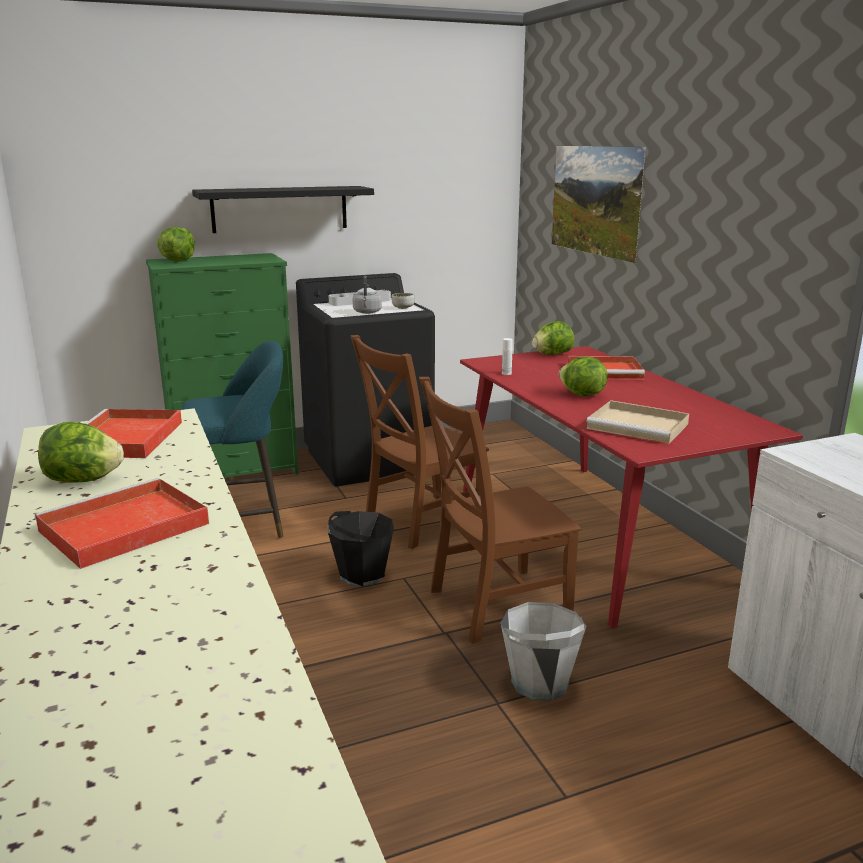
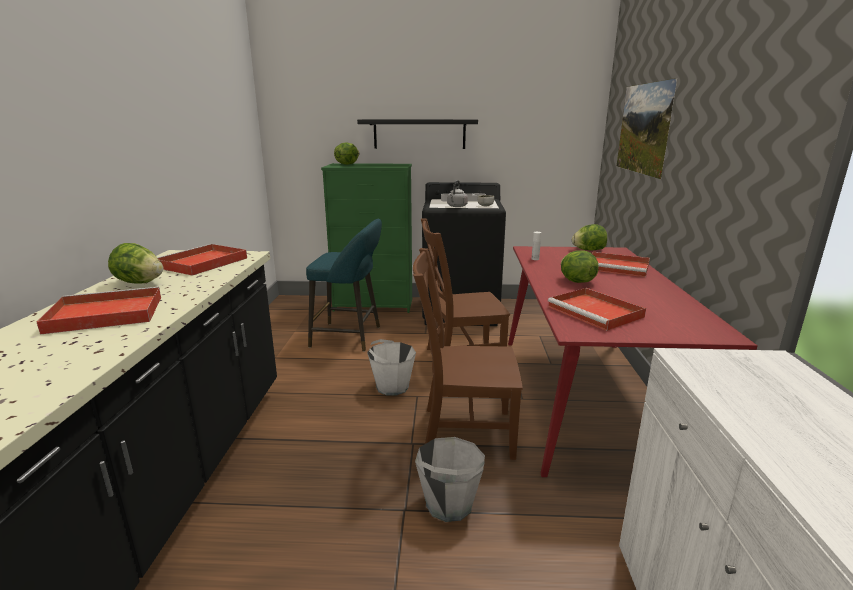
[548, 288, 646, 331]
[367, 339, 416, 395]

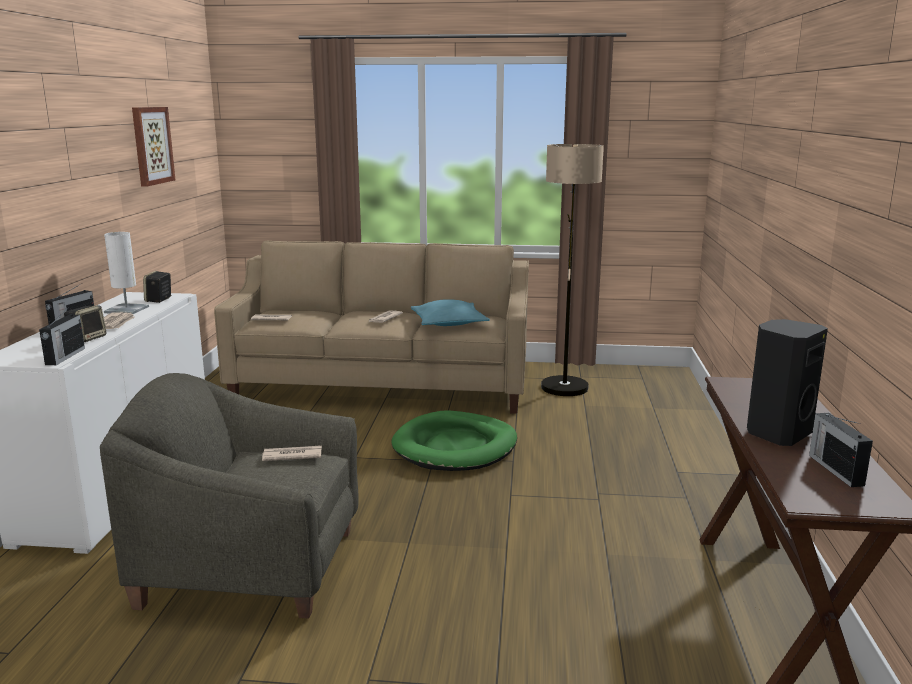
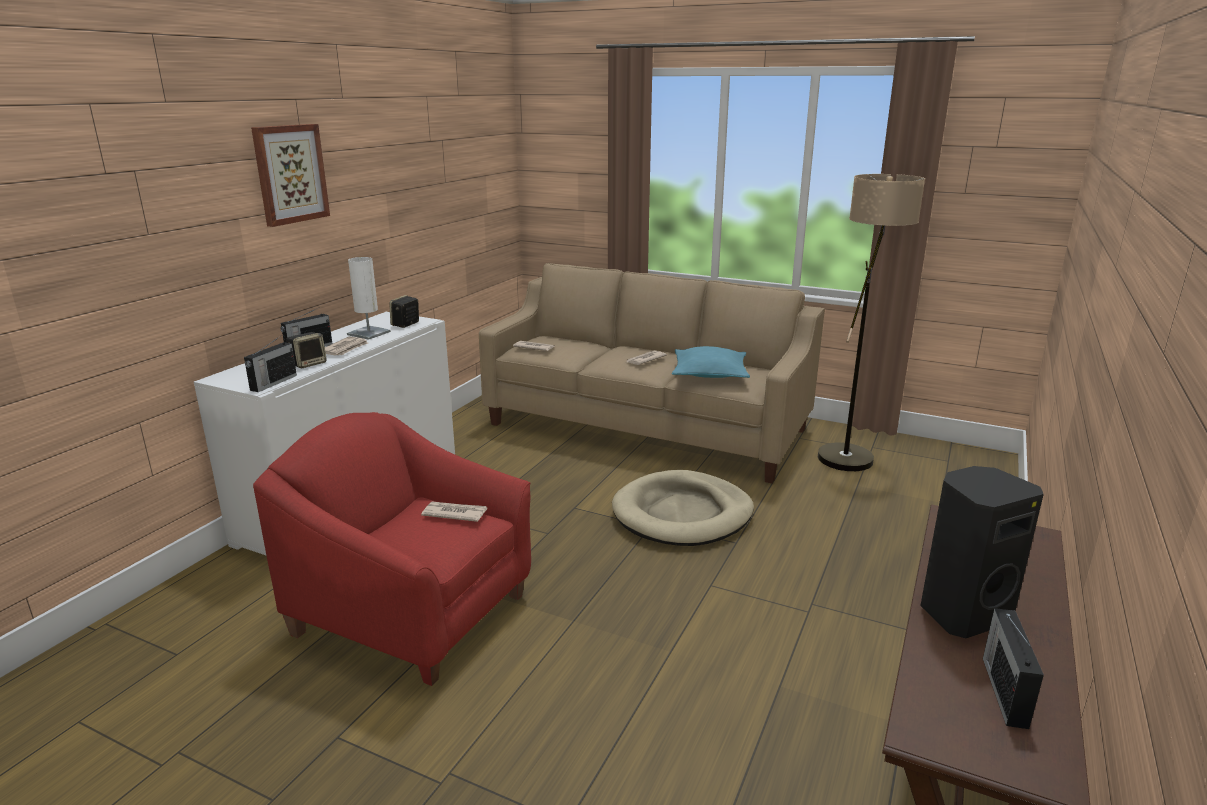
[251, 124, 330, 227]
[253, 412, 531, 686]
[612, 470, 754, 546]

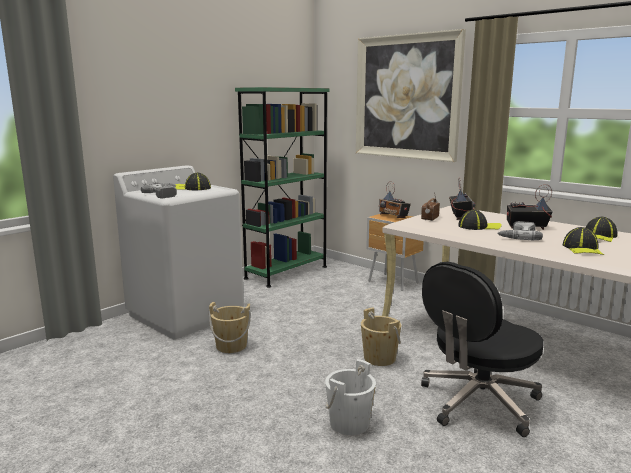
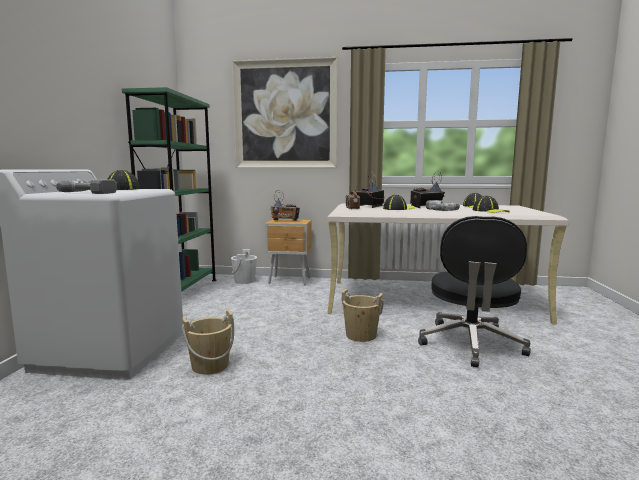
[231, 249, 257, 284]

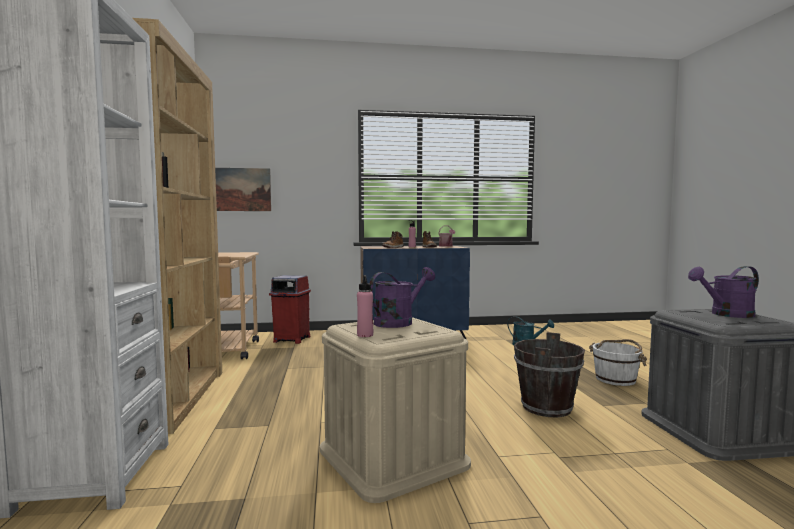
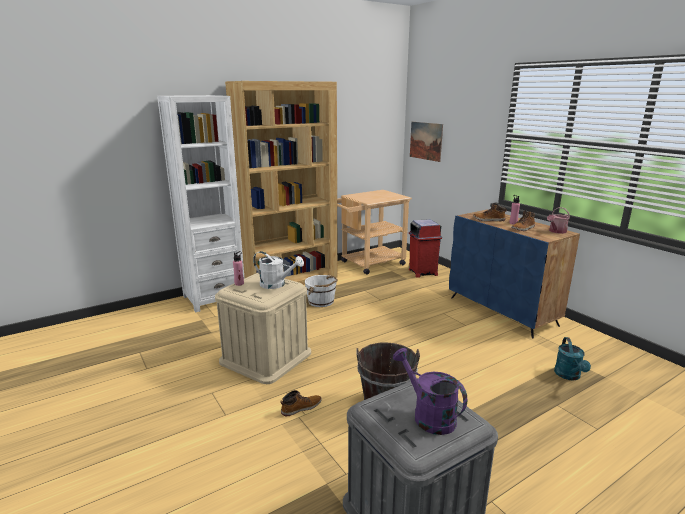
[253, 251, 304, 289]
[305, 275, 338, 307]
[280, 390, 322, 416]

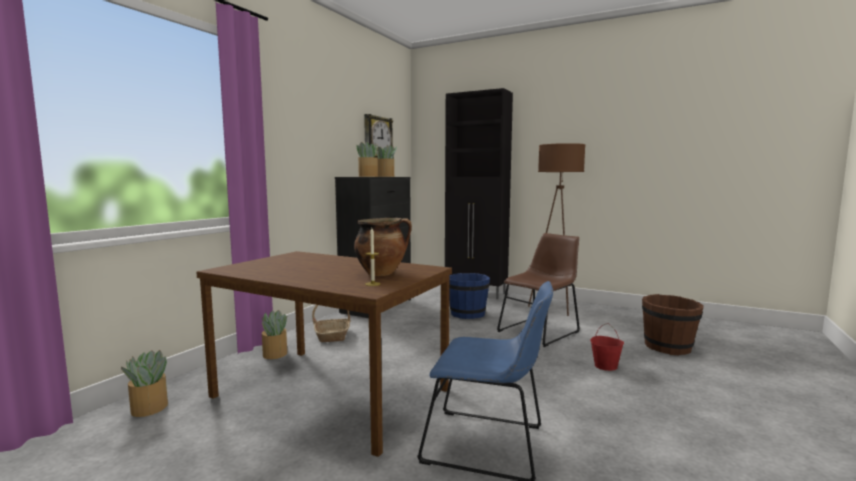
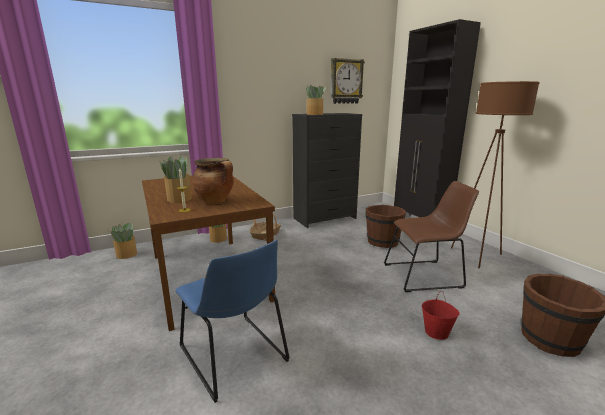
[160, 155, 192, 203]
[366, 205, 406, 248]

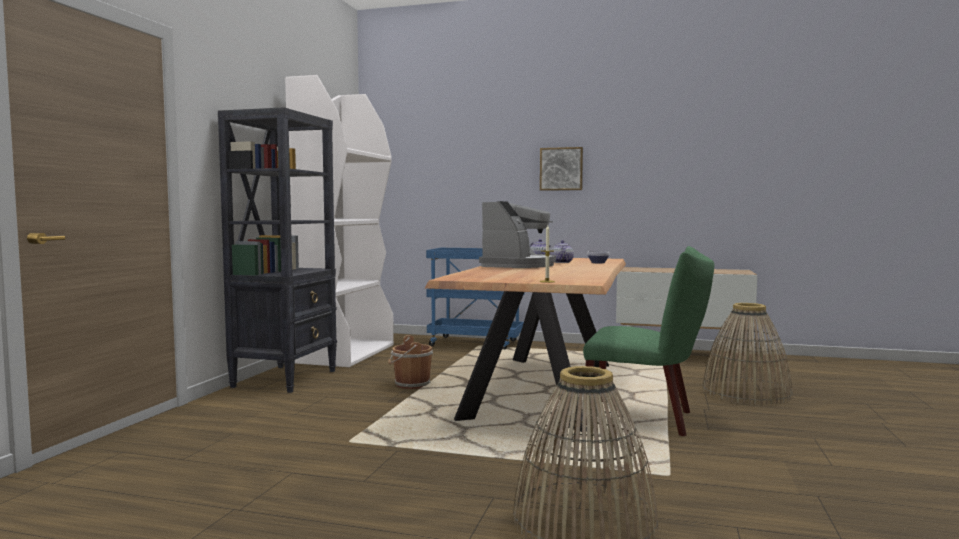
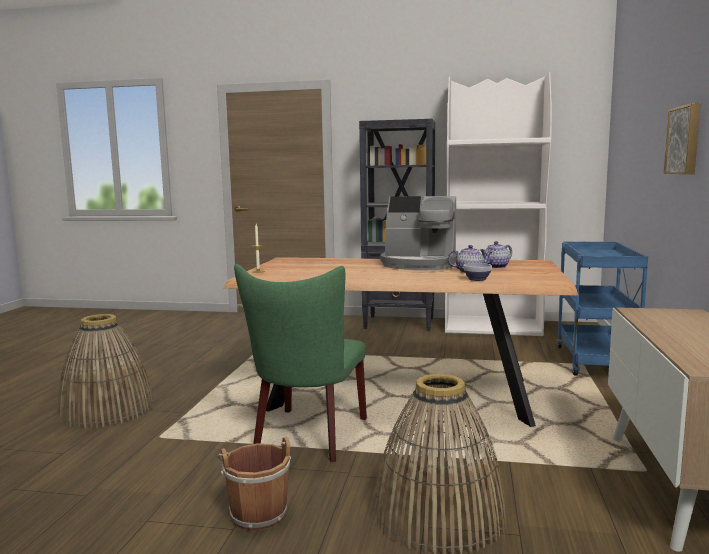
[217, 437, 291, 531]

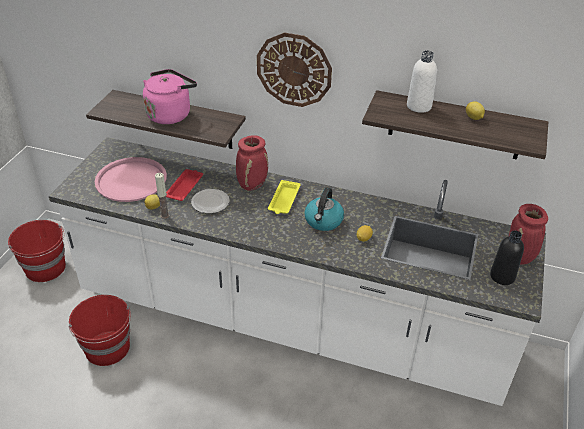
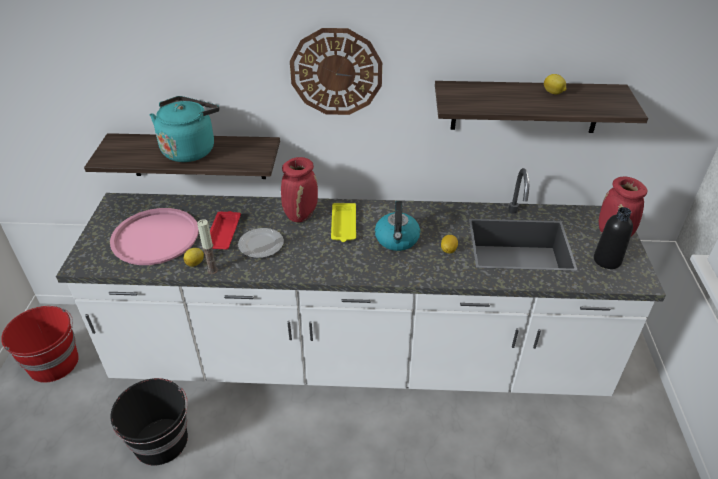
[407, 50, 437, 113] (first image)
[150, 96, 219, 162]
[110, 378, 188, 466]

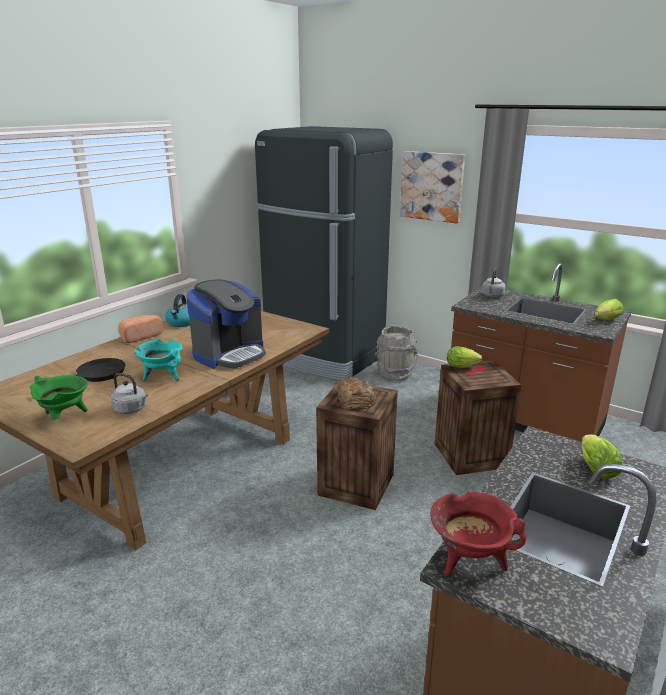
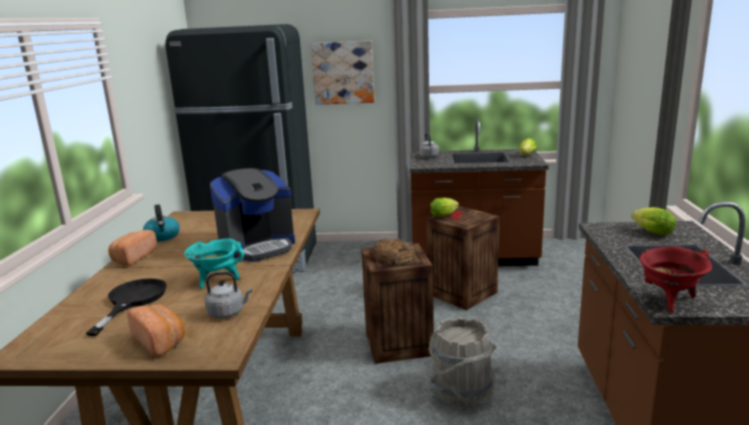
[210, 168, 295, 262]
[429, 317, 496, 407]
[127, 304, 185, 356]

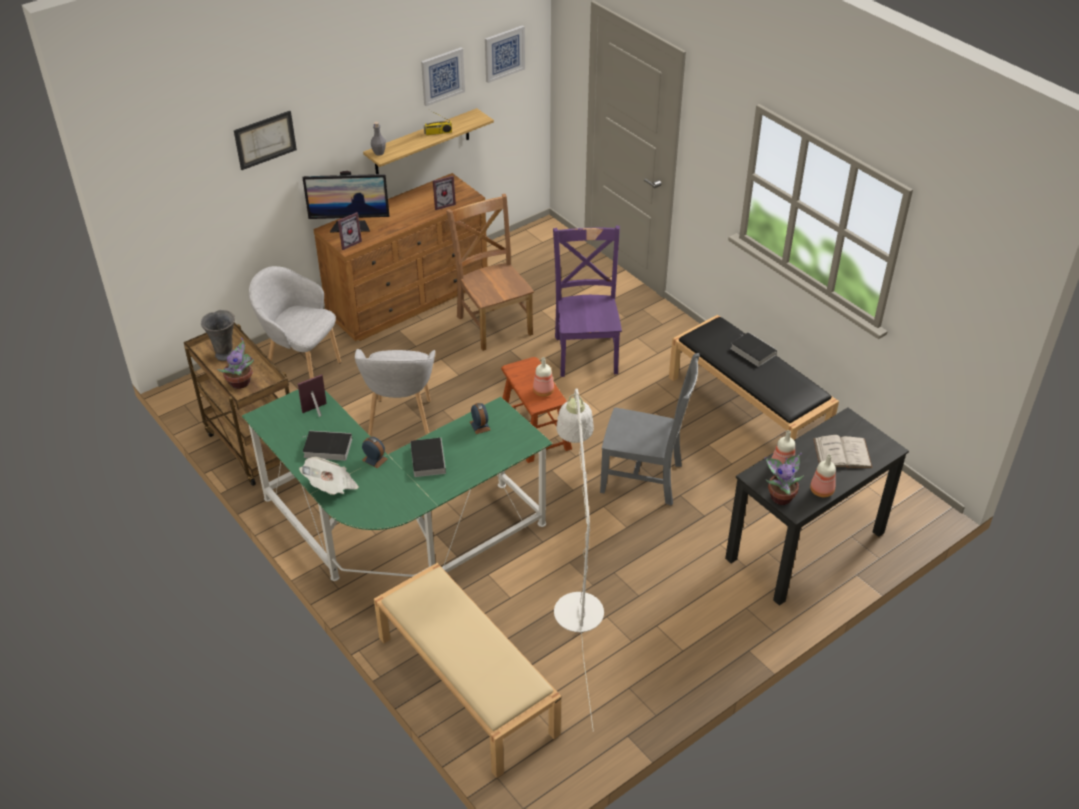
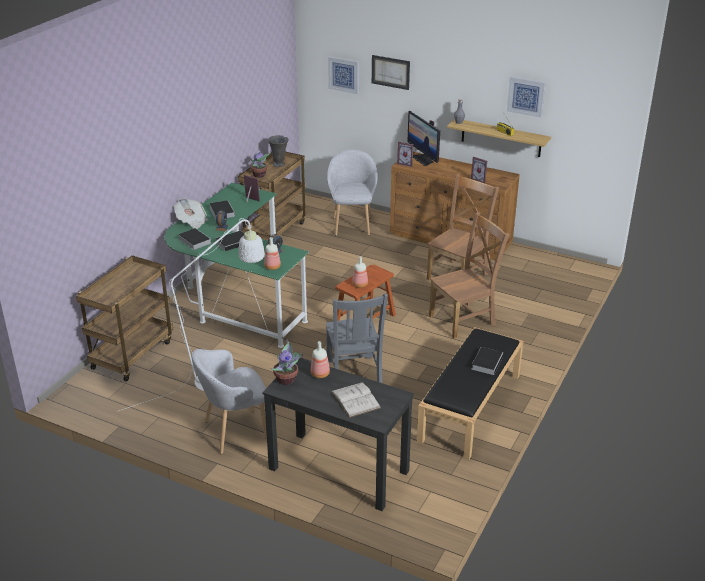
[328, 56, 359, 94]
[429, 212, 510, 339]
[192, 349, 267, 454]
[264, 237, 281, 270]
[76, 255, 173, 381]
[178, 228, 211, 250]

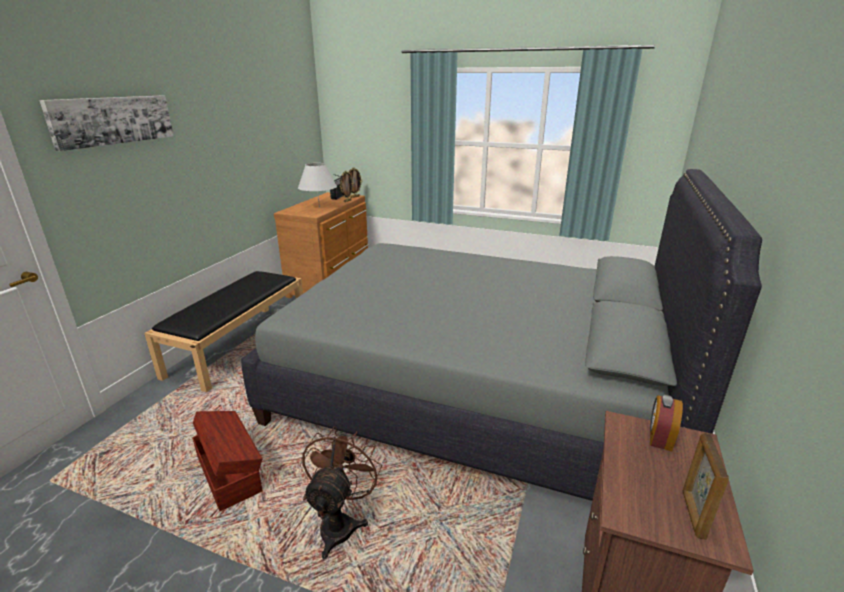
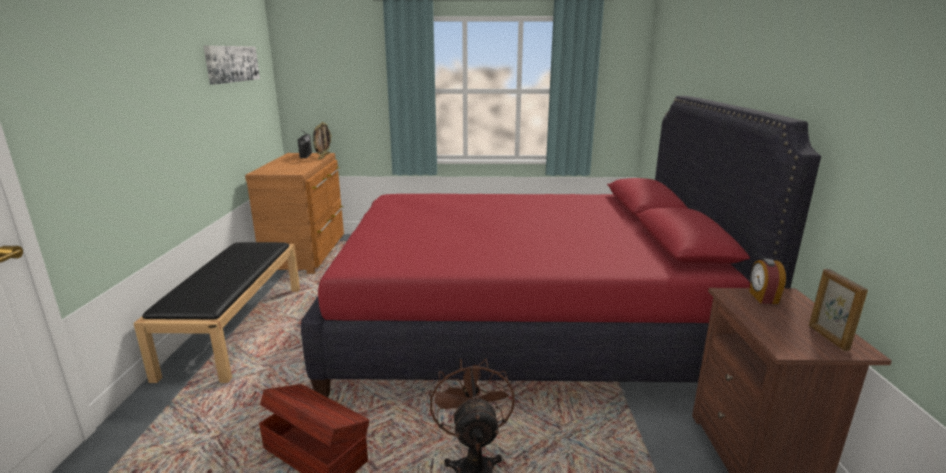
[204, 45, 260, 85]
[298, 163, 337, 208] (first image)
[301, 96, 821, 397]

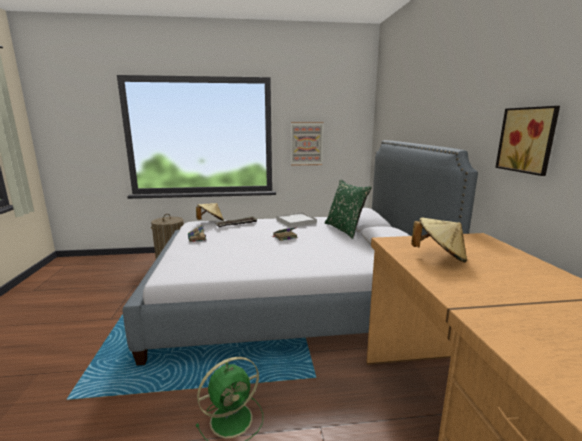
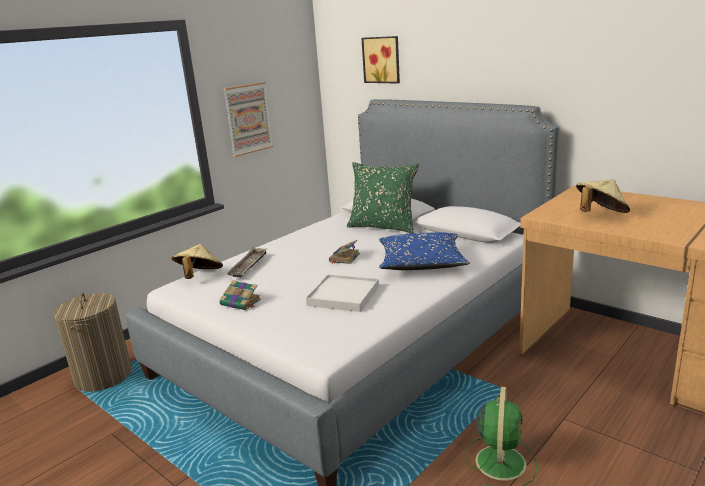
[361, 36, 400, 84]
[306, 274, 379, 312]
[379, 232, 470, 270]

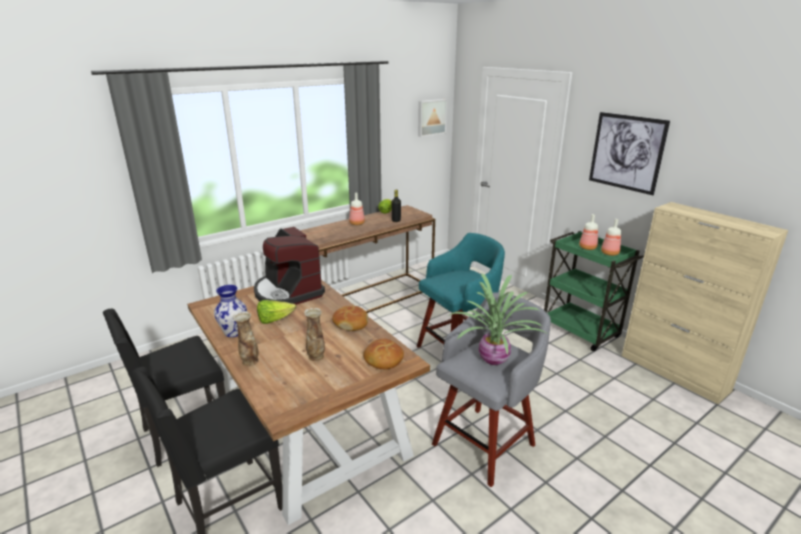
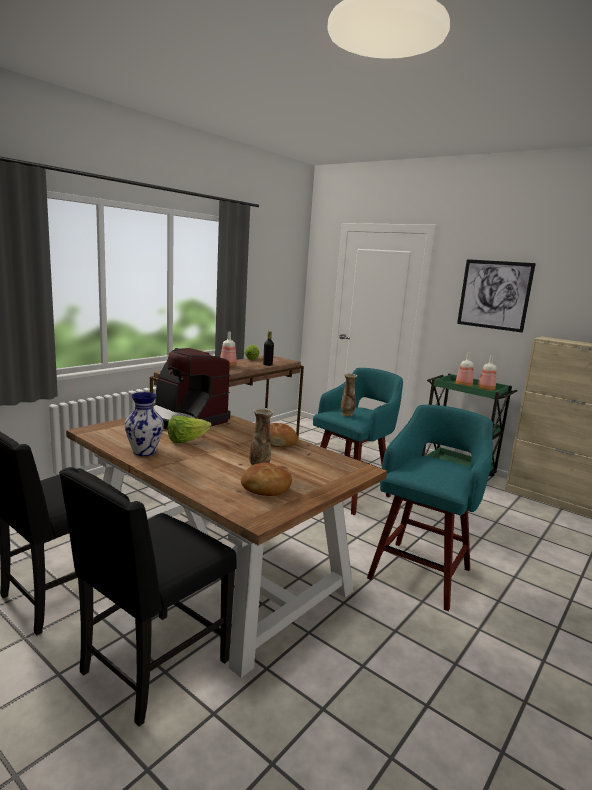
[418, 99, 447, 137] (first image)
[448, 273, 546, 365] (first image)
[367, 405, 493, 611]
[341, 373, 357, 416]
[241, 463, 292, 496]

